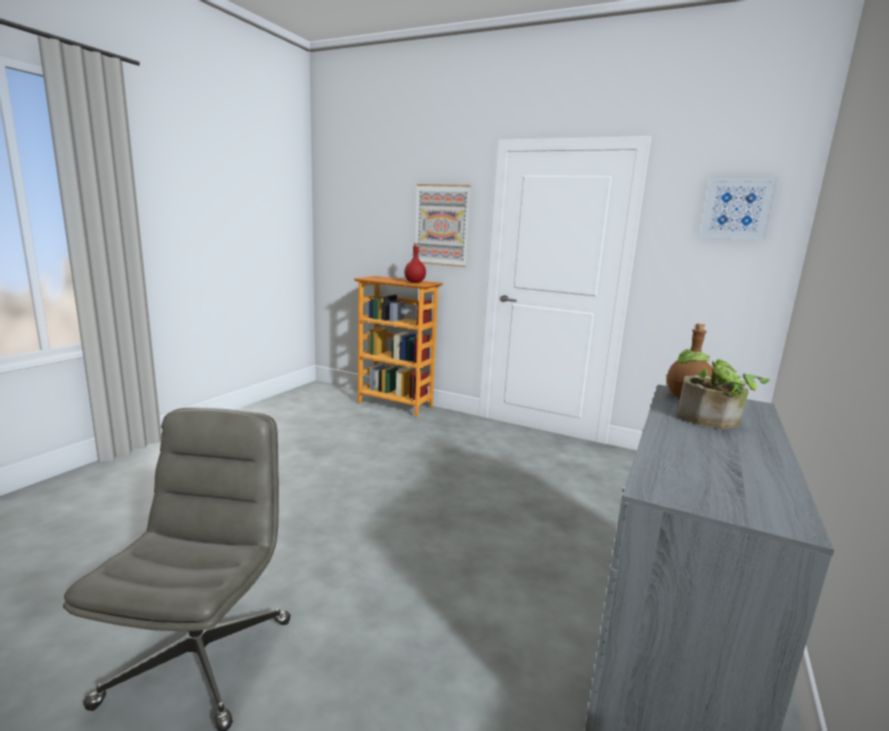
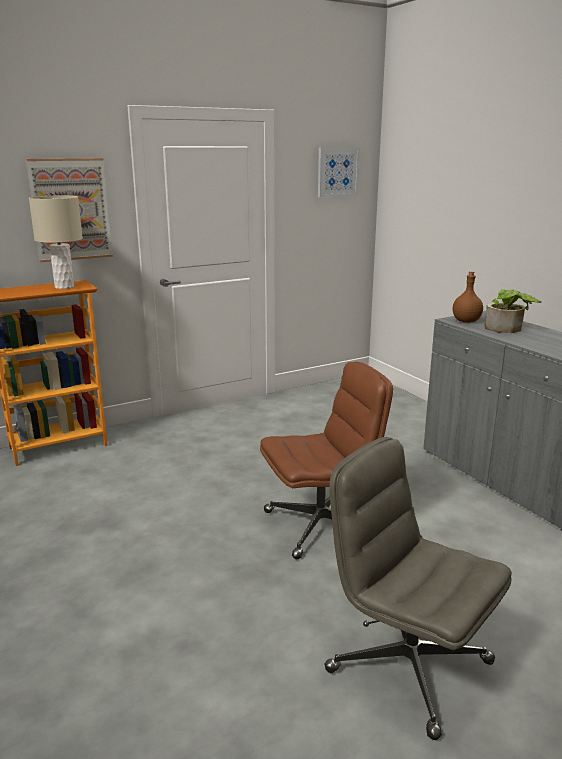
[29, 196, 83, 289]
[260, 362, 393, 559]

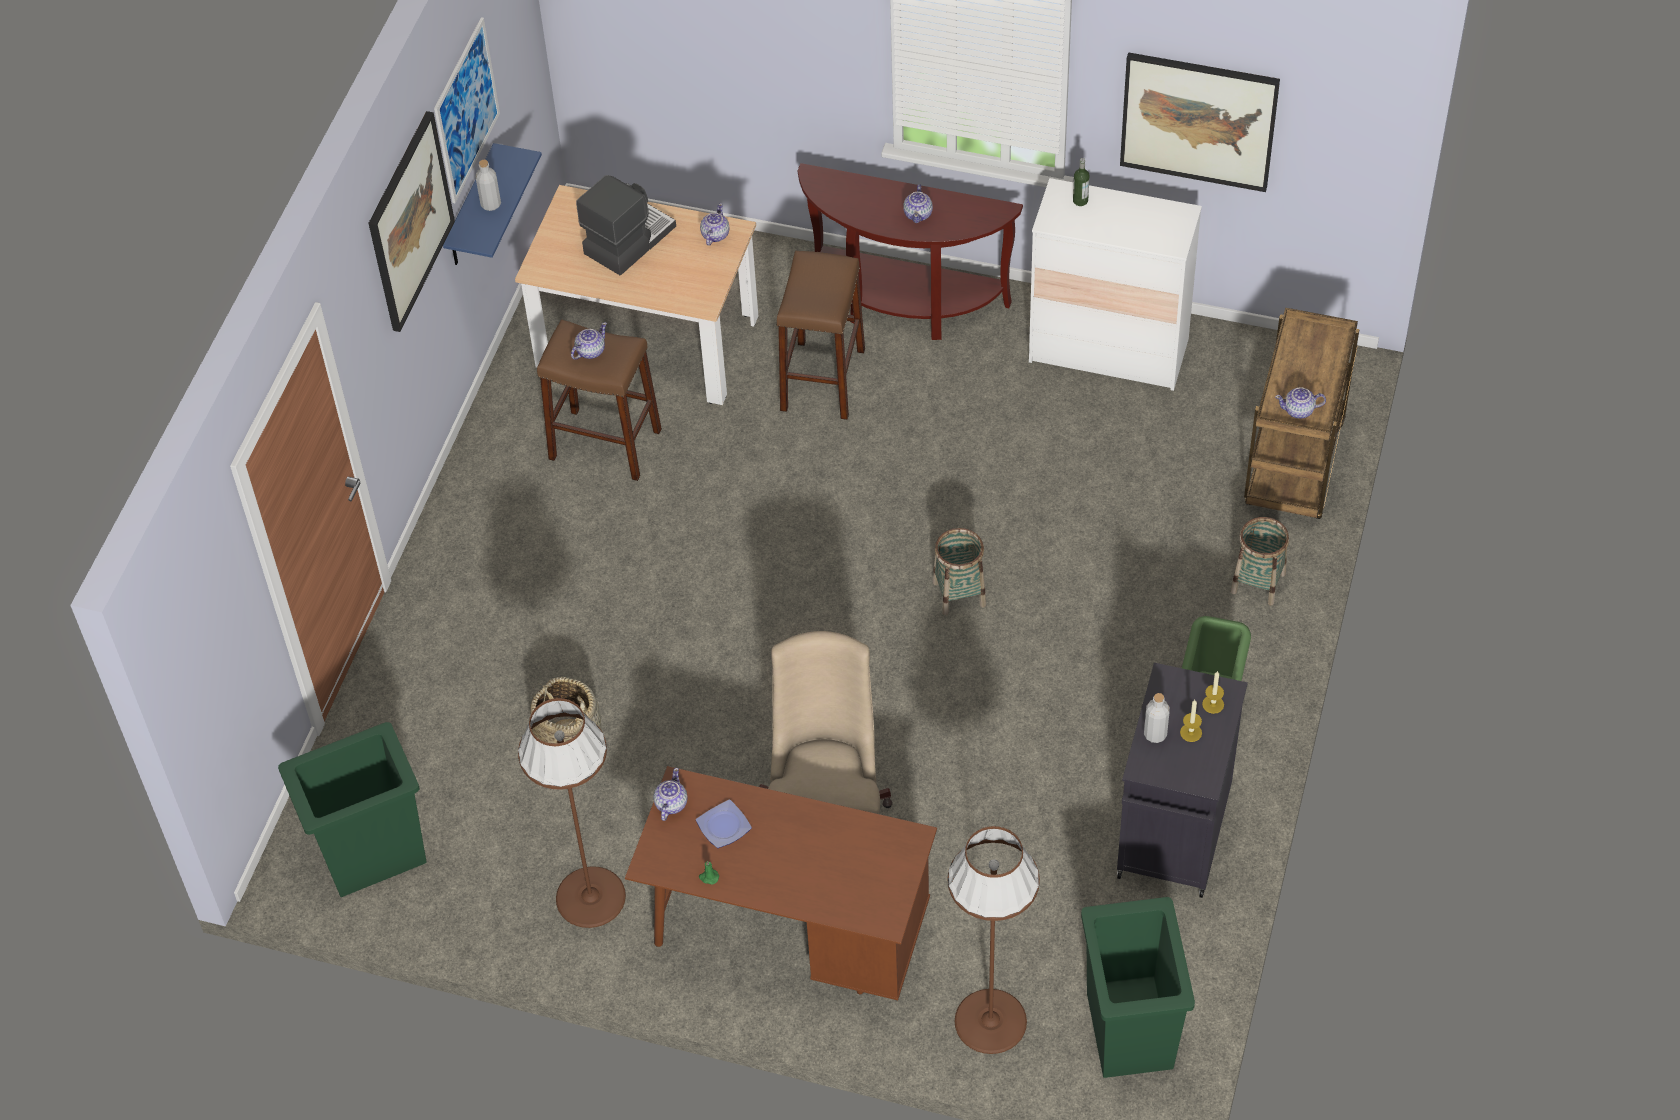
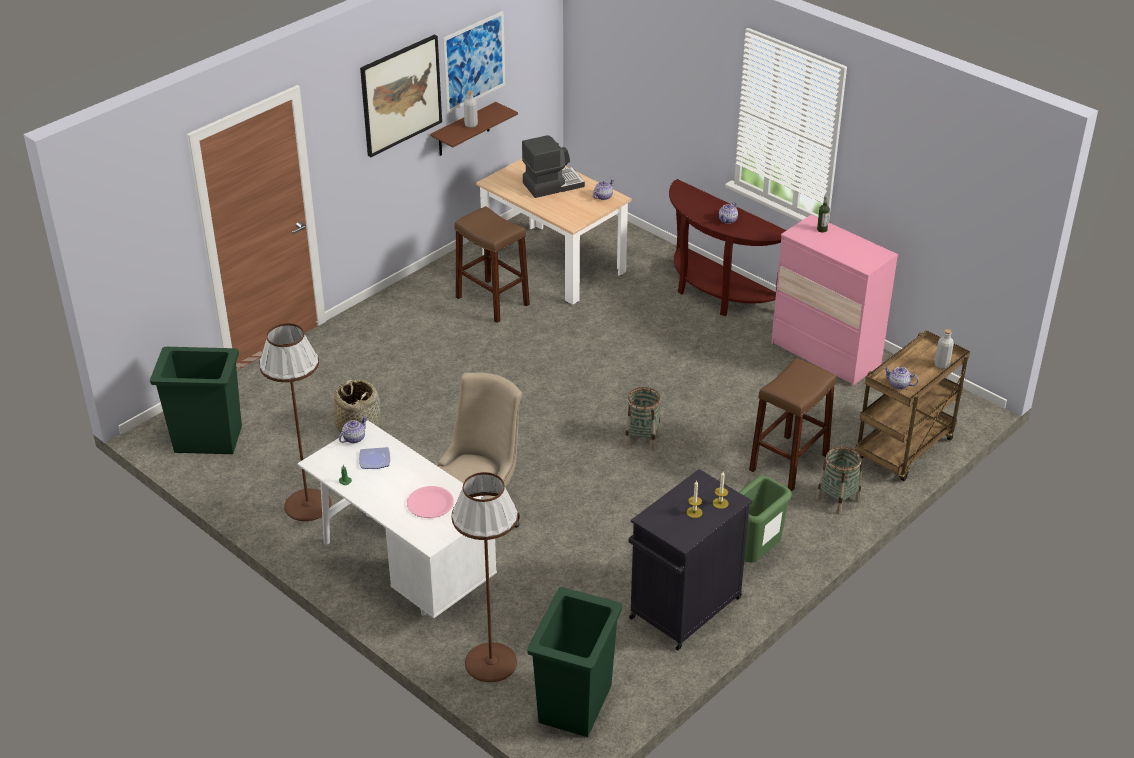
[1120, 52, 1280, 192] (first image)
[430, 102, 518, 156]
[771, 215, 898, 386]
[749, 358, 836, 491]
[571, 322, 607, 360] (first image)
[935, 329, 954, 369]
[297, 420, 497, 618]
[407, 486, 454, 518]

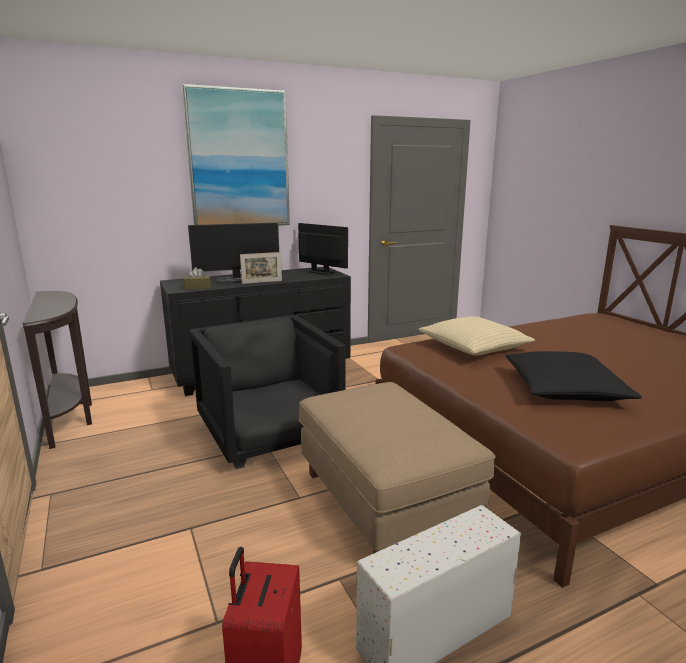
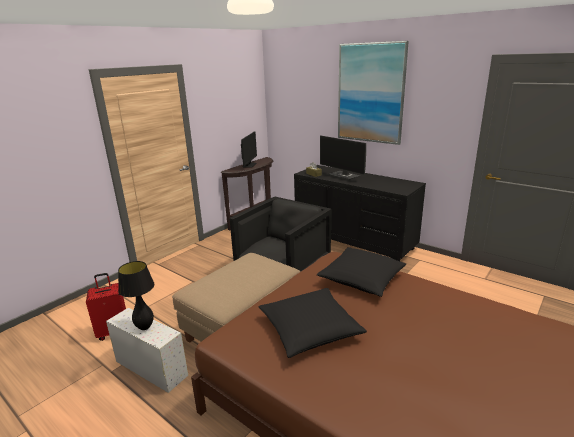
[241, 132, 257, 168]
[240, 252, 282, 284] (first image)
[317, 247, 406, 297]
[118, 261, 154, 330]

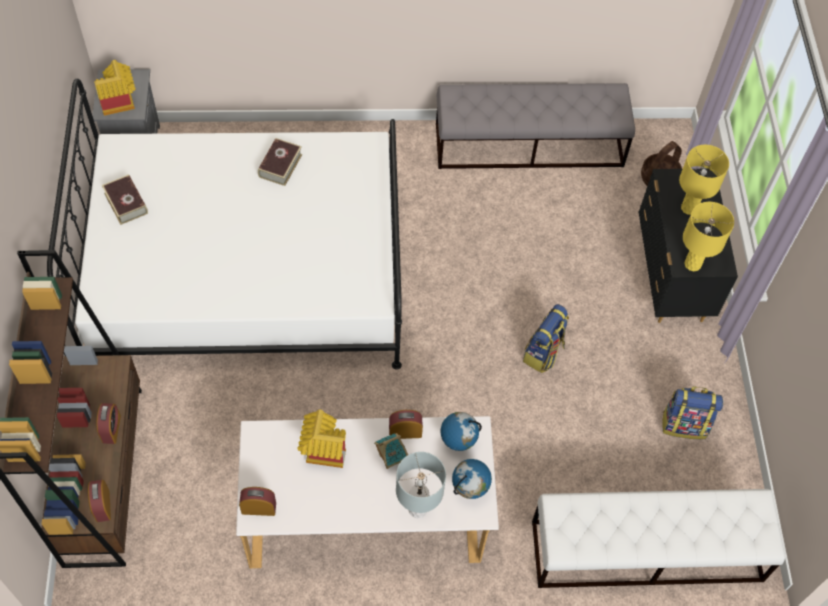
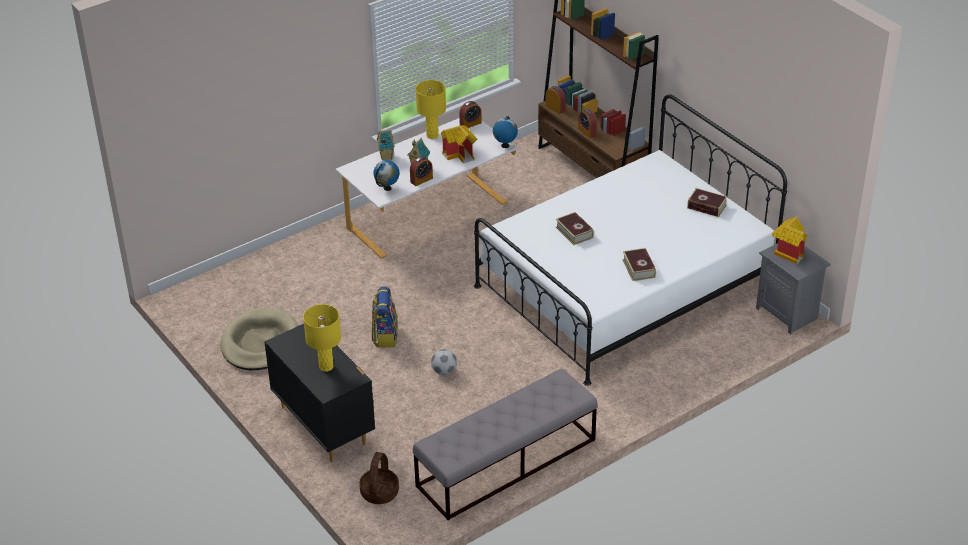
[416, 80, 446, 139]
[221, 308, 298, 371]
[377, 130, 395, 160]
[493, 116, 518, 148]
[532, 489, 785, 588] (first image)
[556, 212, 594, 245]
[431, 349, 457, 375]

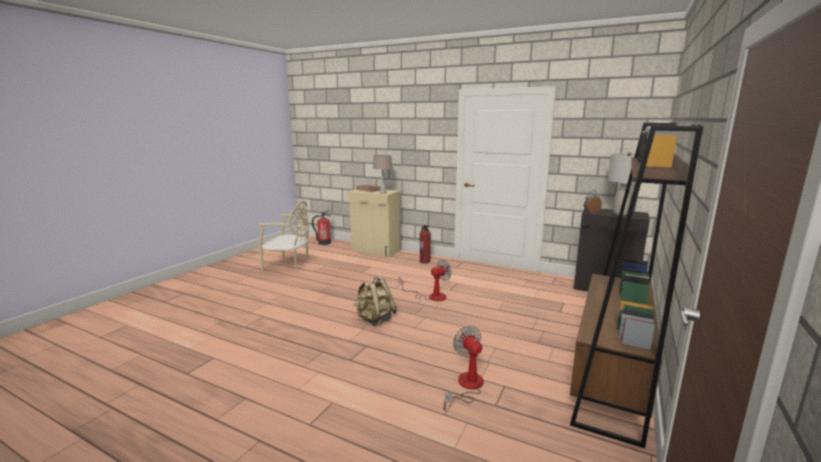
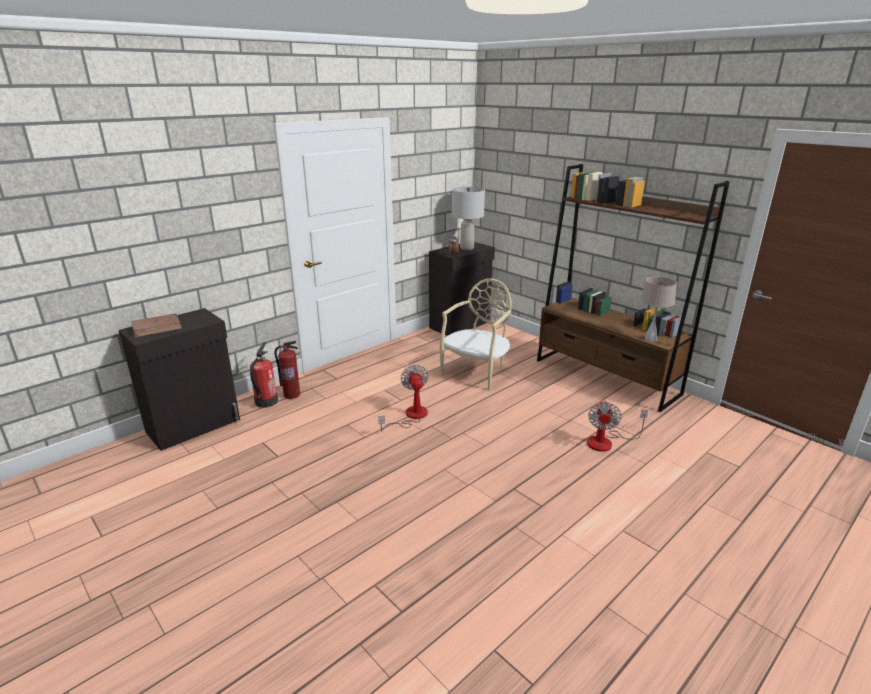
[641, 277, 677, 342]
[119, 308, 240, 451]
[440, 278, 512, 391]
[250, 342, 278, 408]
[354, 276, 397, 326] (first image)
[587, 400, 648, 452]

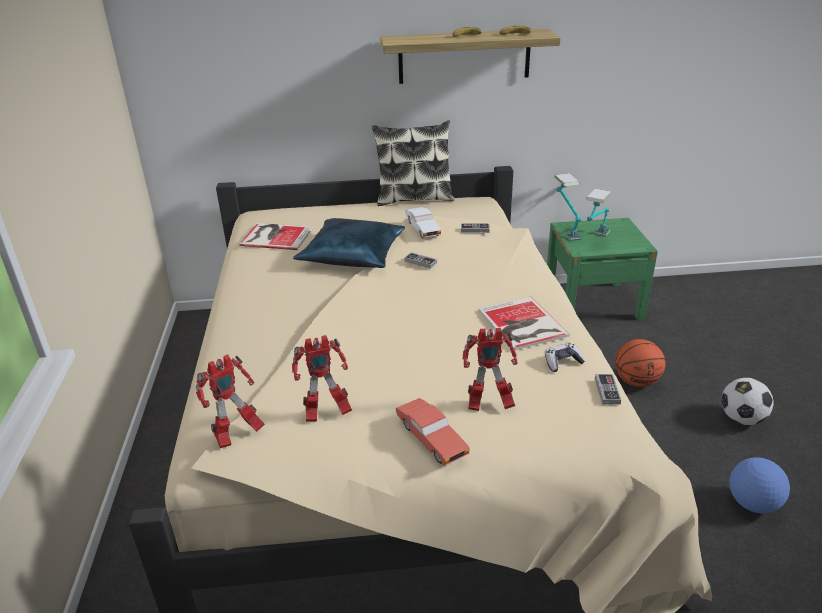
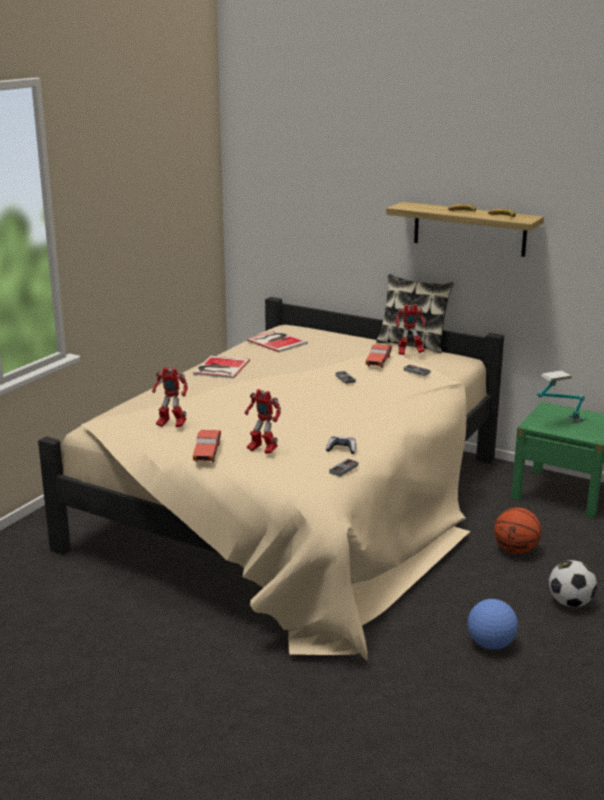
[554, 173, 581, 241] (first image)
[366, 344, 392, 368]
[293, 218, 405, 268] (first image)
[193, 355, 250, 378]
[396, 304, 426, 355]

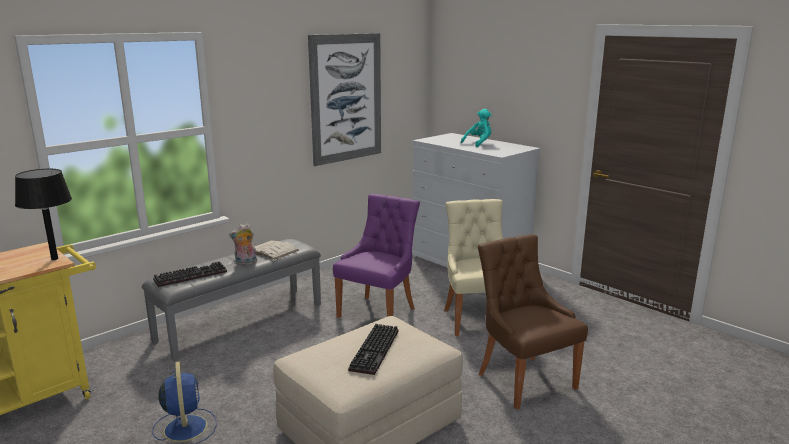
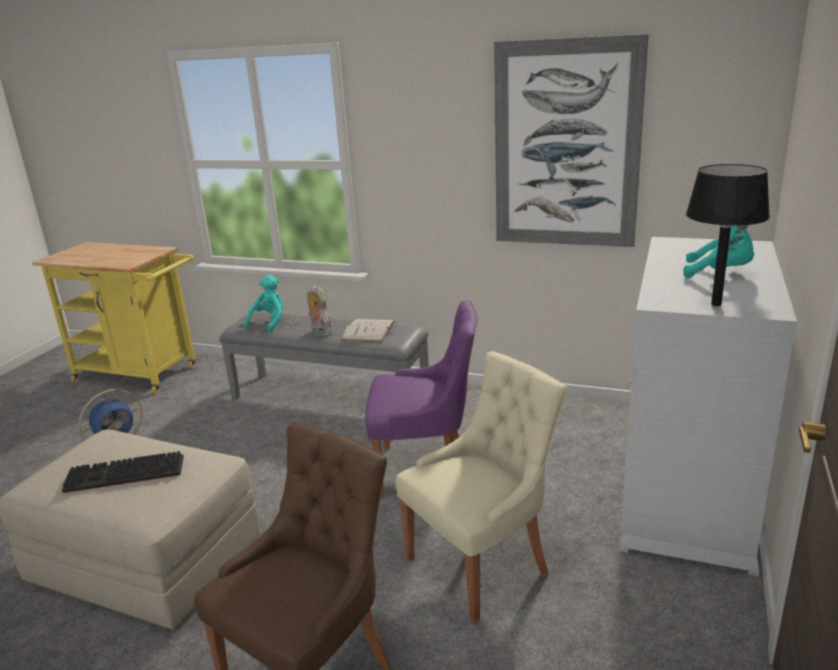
[686, 164, 770, 306]
[244, 275, 284, 333]

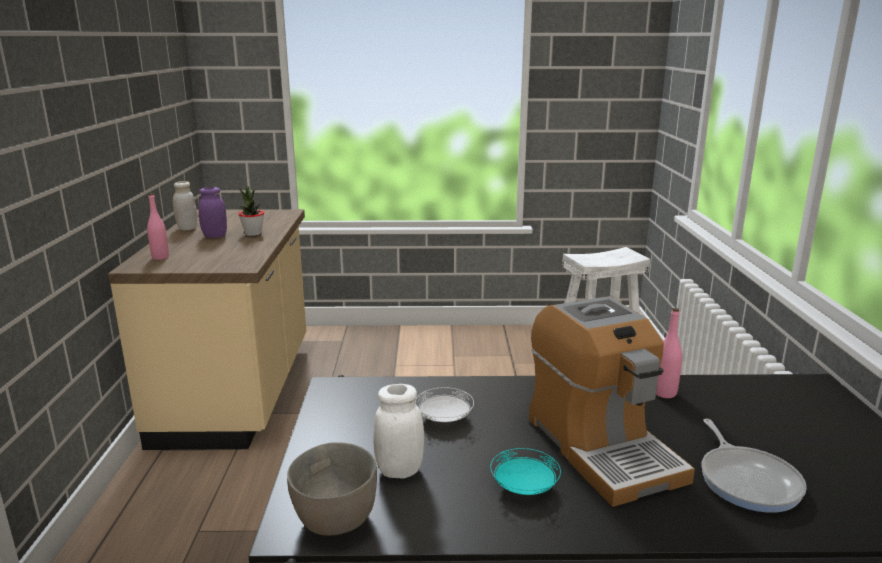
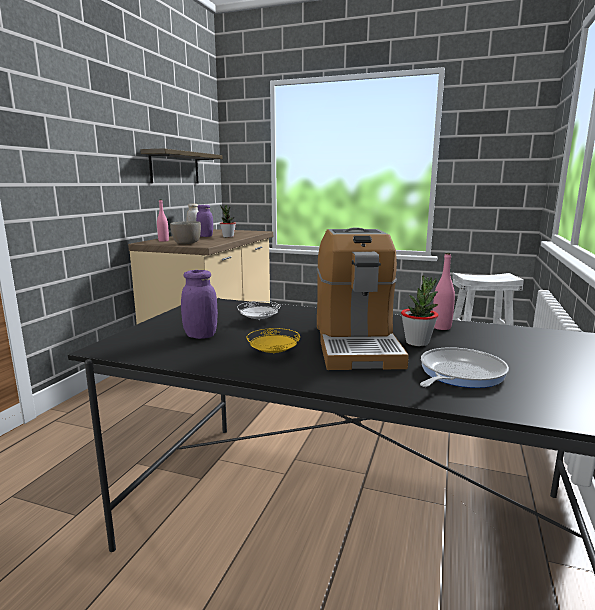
[181, 270, 218, 339]
[420, 347, 509, 388]
[170, 221, 201, 244]
[247, 328, 300, 354]
[140, 148, 223, 183]
[401, 275, 438, 346]

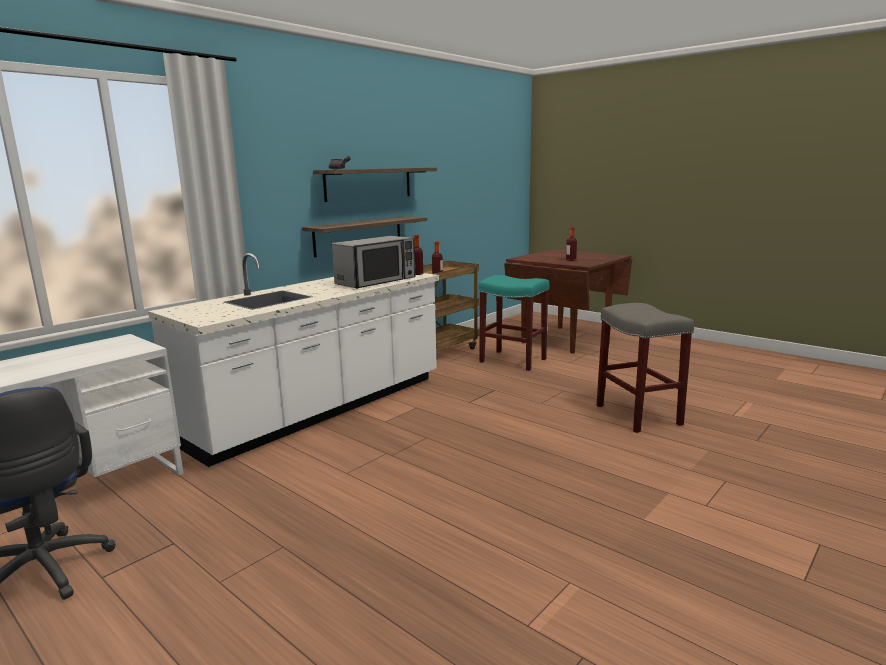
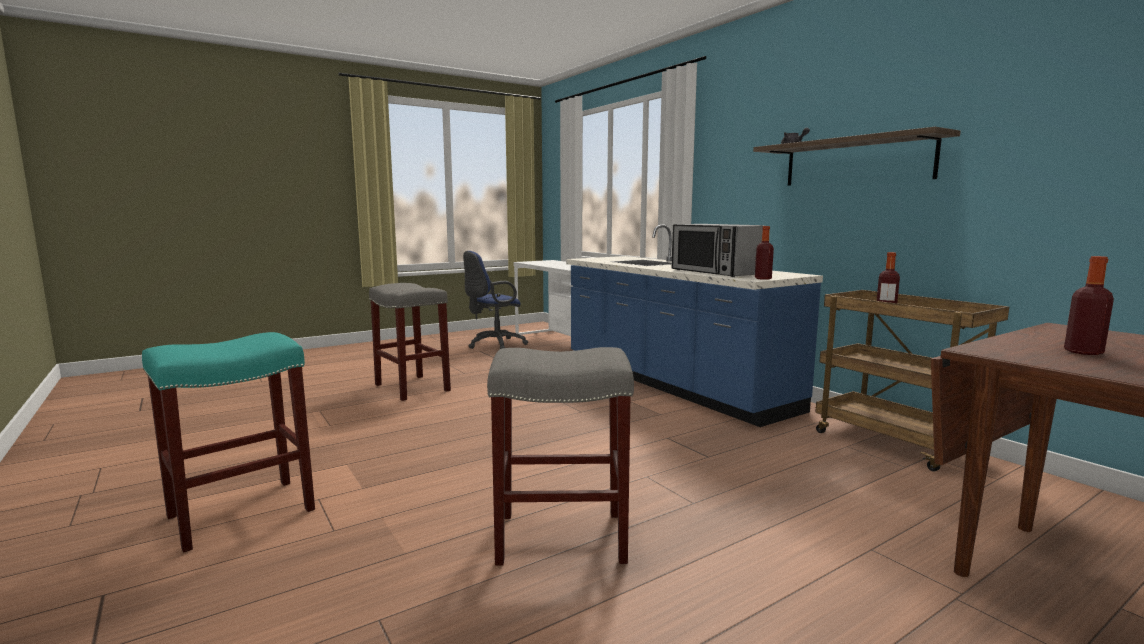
[302, 216, 427, 257] (first image)
[566, 225, 823, 427]
[142, 332, 315, 552]
[369, 283, 451, 401]

